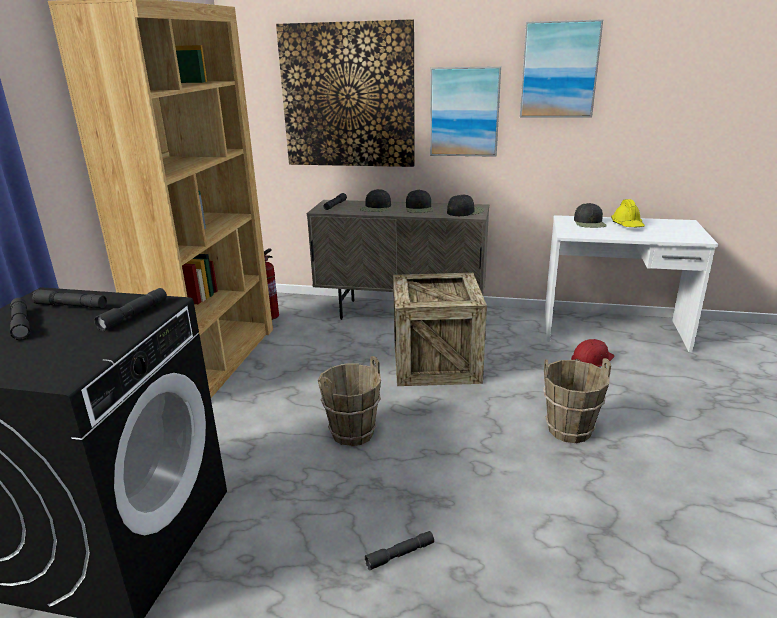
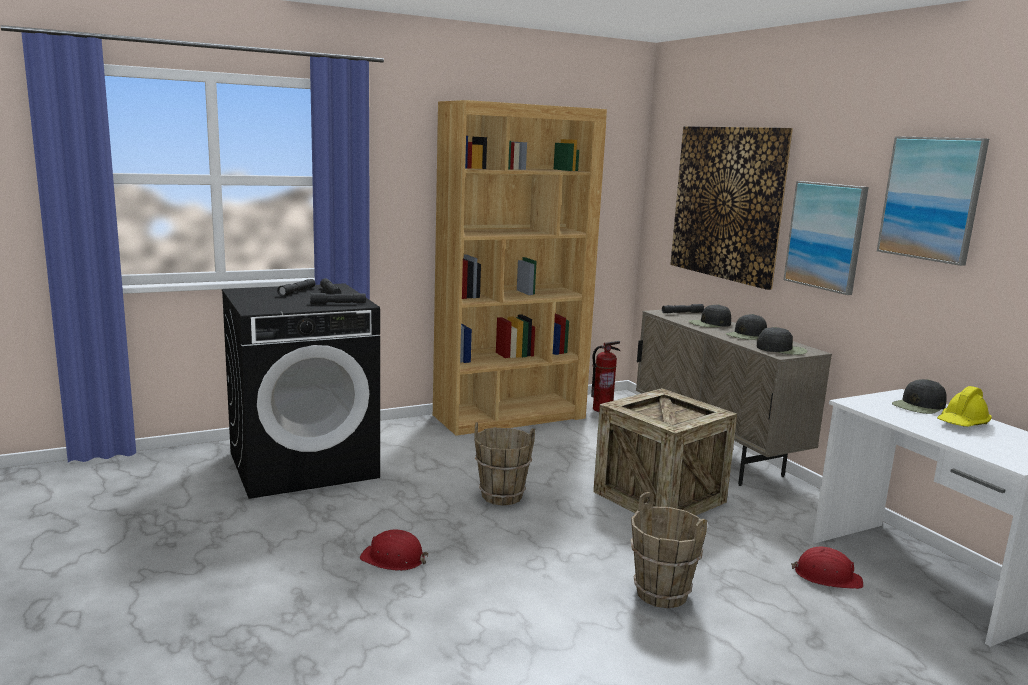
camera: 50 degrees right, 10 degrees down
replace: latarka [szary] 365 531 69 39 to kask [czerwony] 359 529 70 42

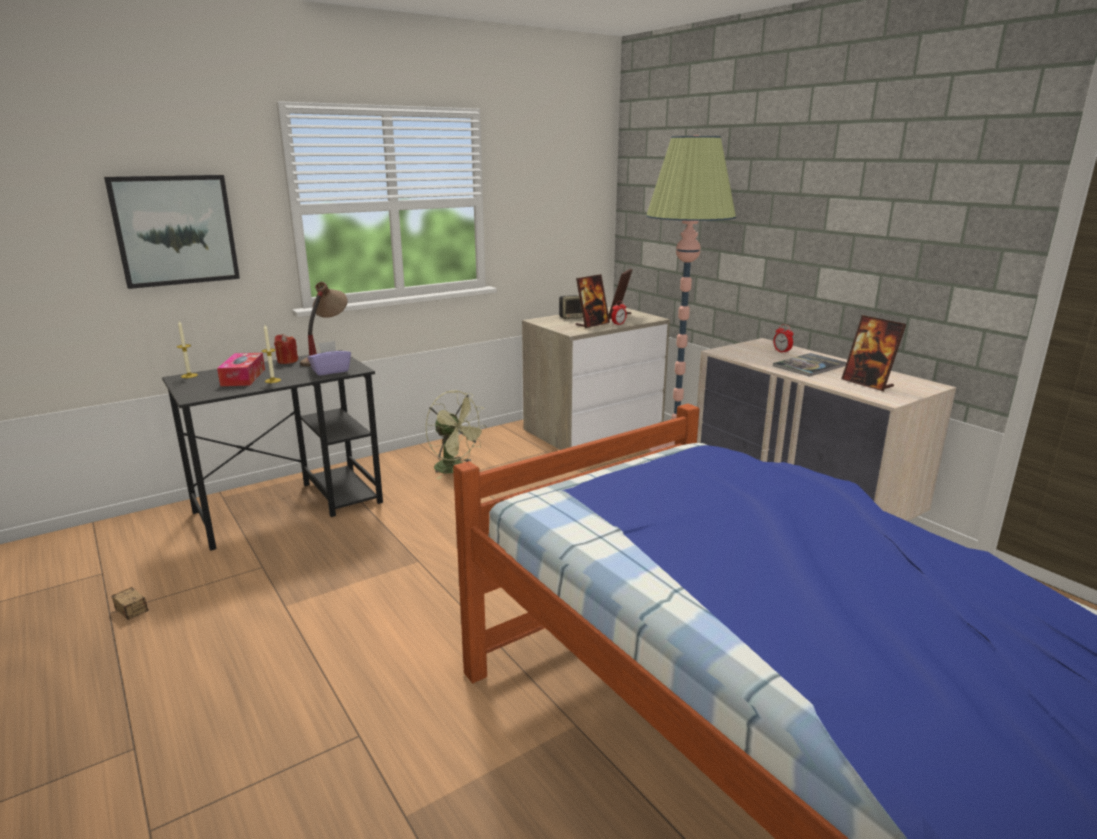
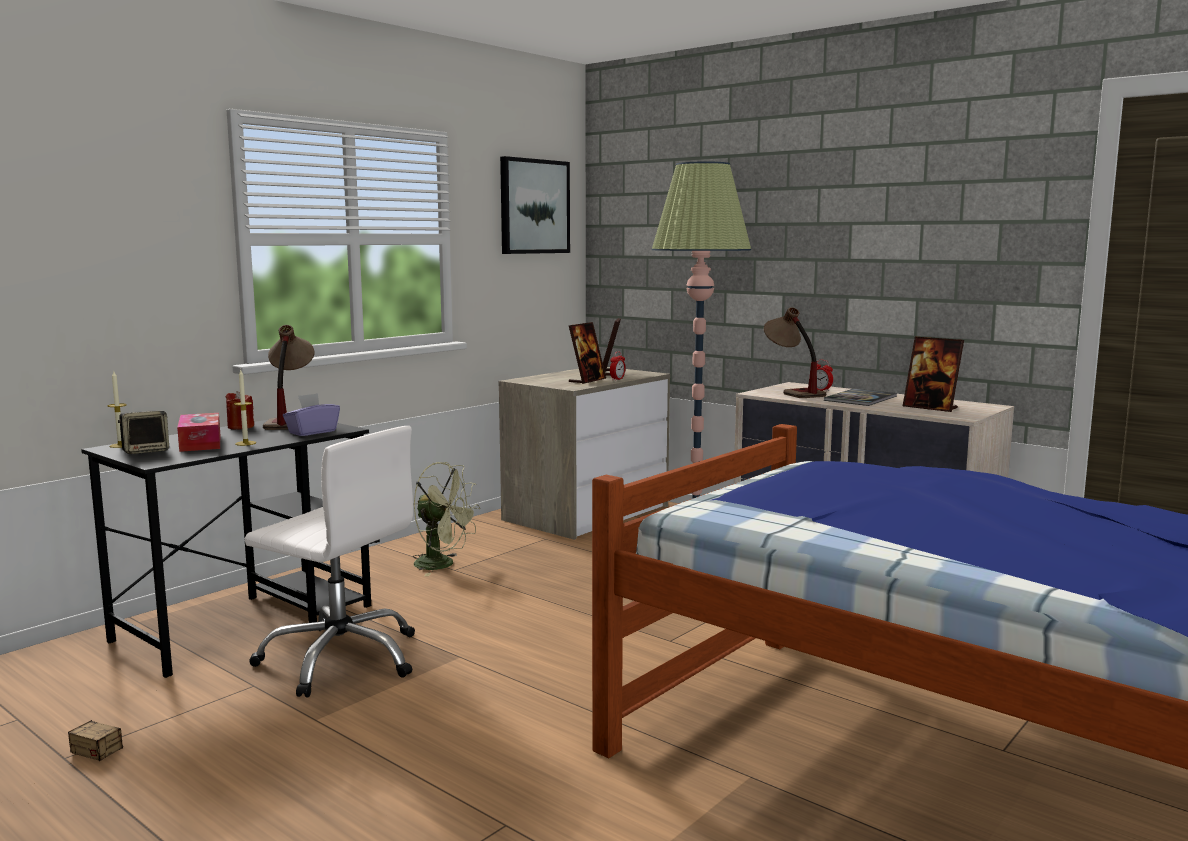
camera: 15 degrees left, 10 degrees down
insert: lampa stołowa 764 307 62 91; krzesło biurowe [biały] 245 426 170 271
move: obraz 104 175 136 114 to 500 156 70 98; głośnik 559 295 24 24 to 118 410 51 44

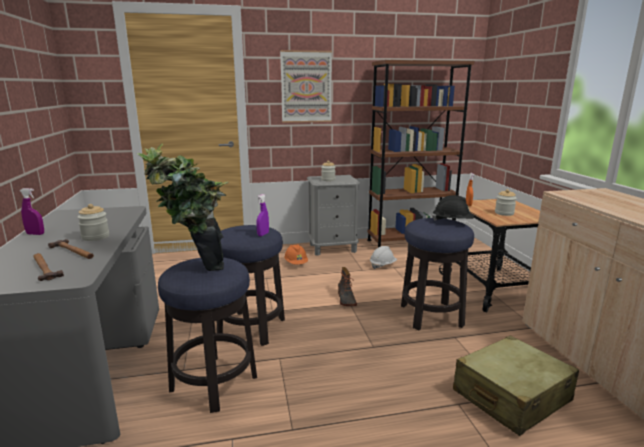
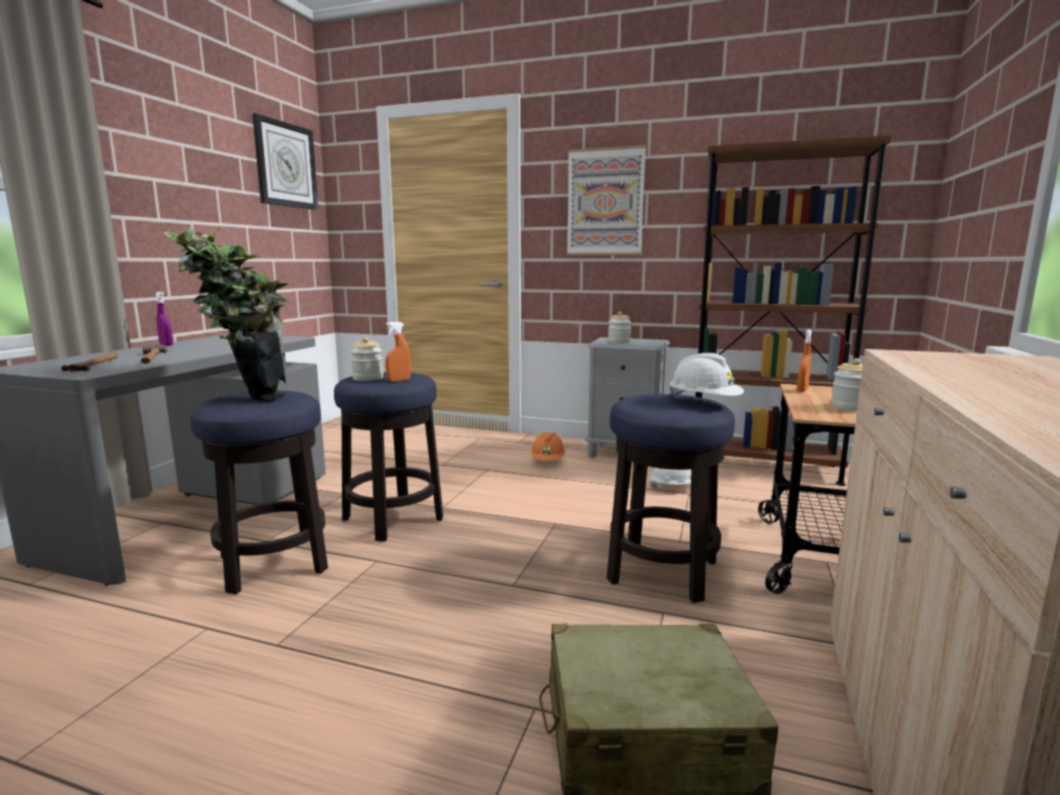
camera: 30 degrees right, 5 degrees down
delete: but z cholewką 338 267 19 39
insert: zegar ścienny 252 113 67 97
move: słoik 78 204 31 37 to 350 337 34 44
recolor: spryskiwacz [fioletowy] 256 194 13 42 to spryskiwacz [pomarańczowy] 385 322 26 60; kask [czarny] 432 195 42 26 to kask [biały] 670 353 74 45

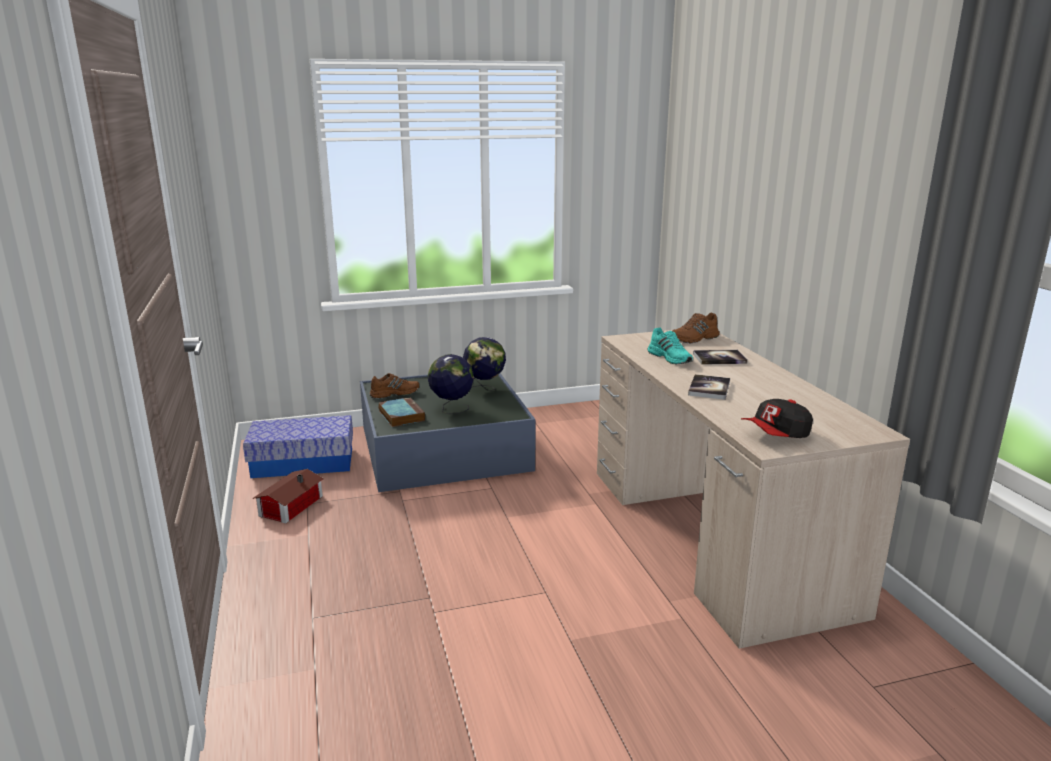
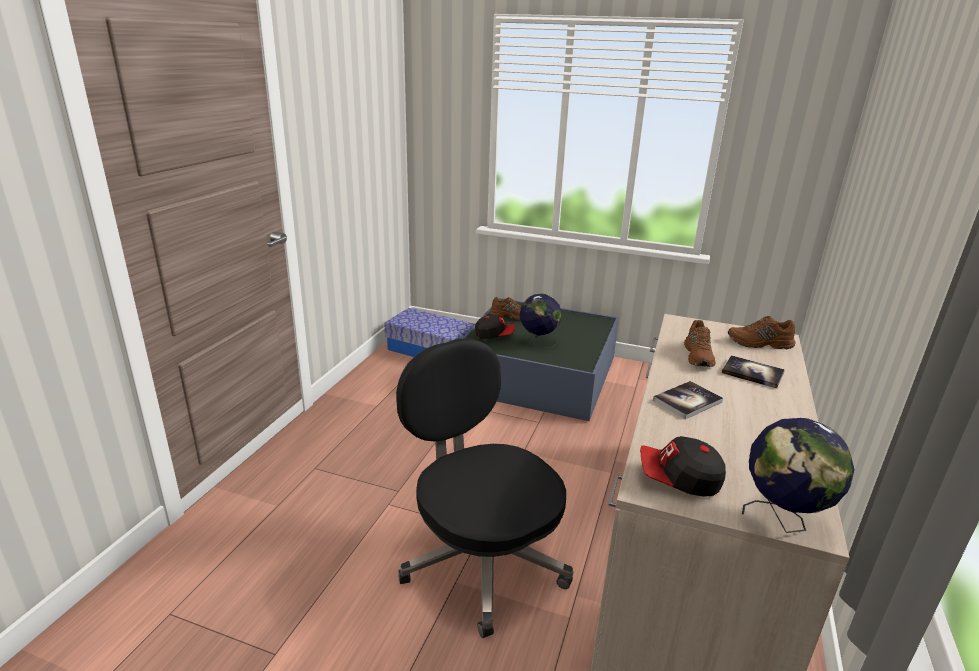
camera: 35 degrees right, 5 degrees up
delete: domek 253 469 71 54
insert: krzesło biurowe [czarny] 396 338 177 300
move: globus 463 337 43 54 to 742 418 113 115
replace: książka 378 397 47 30 to czapka z daszkiem 475 315 41 24
recolor: but [turkusowy] 647 327 46 37 to but [brązowy] 684 320 31 47

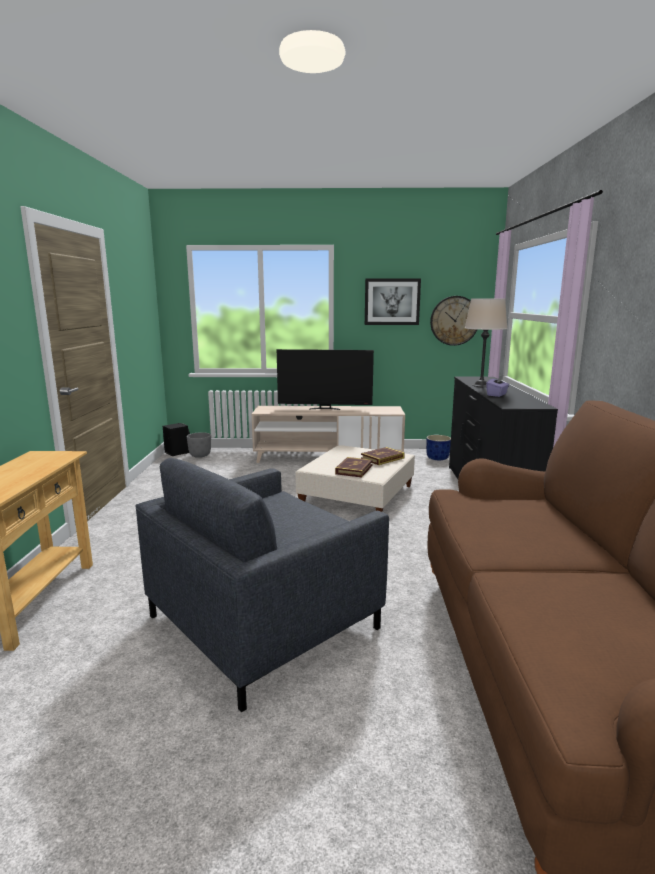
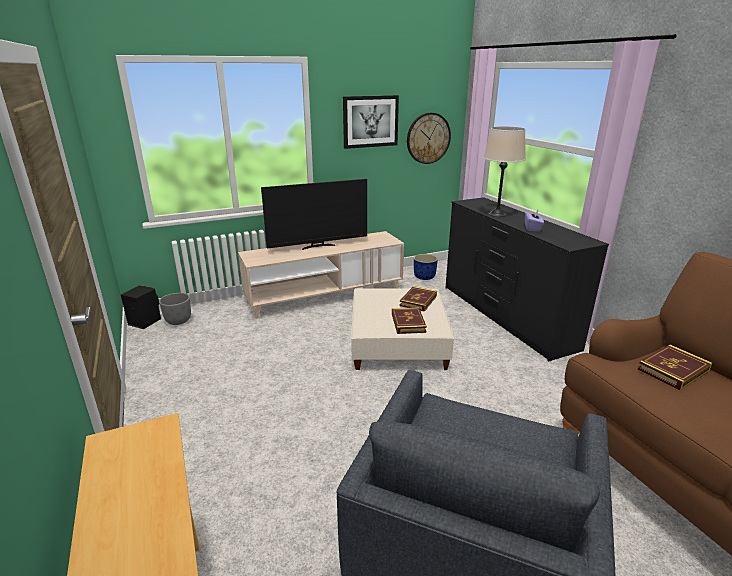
camera: 25 degrees left, 10 degrees up
insert: książka 637 345 75 46

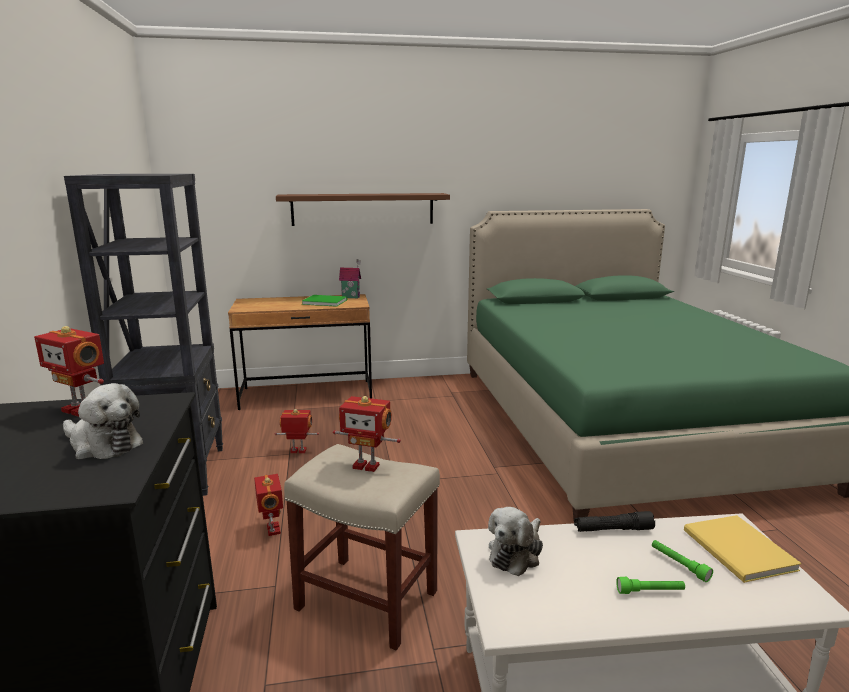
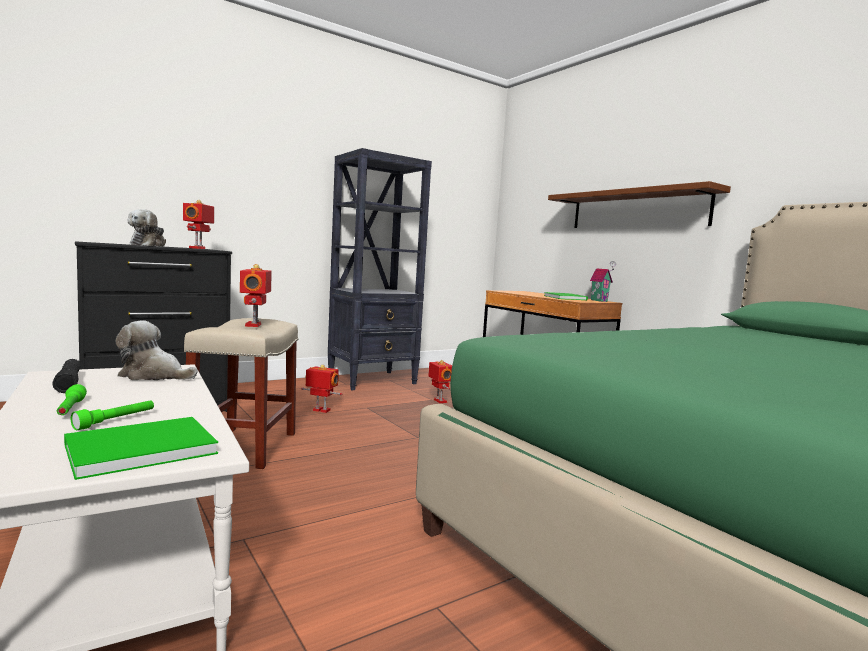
camera: 65 degrees right, 10 degrees down
move: latarka [czarny] 574 511 81 21 to 52 359 29 34
recolor: książka [żółty] 684 515 118 68 to książka [zielony] 64 417 154 63
rotate: robot zabawkowy 254 474 29 62 = 301 365 41 48 120 degrees counterclockwise

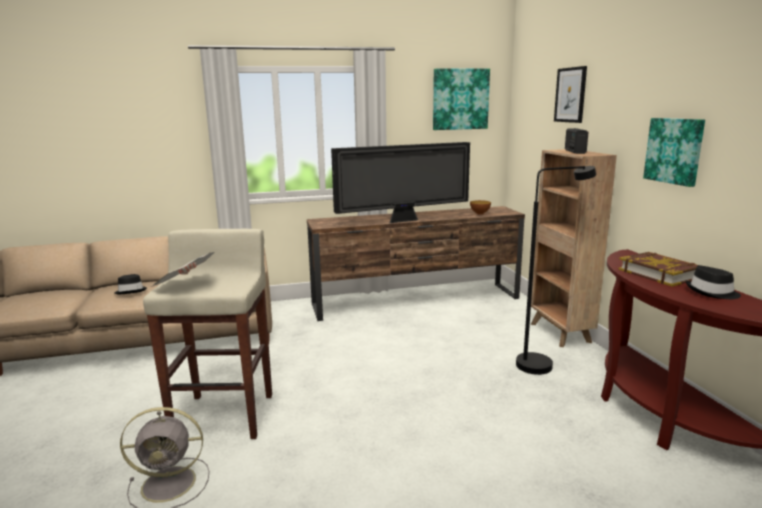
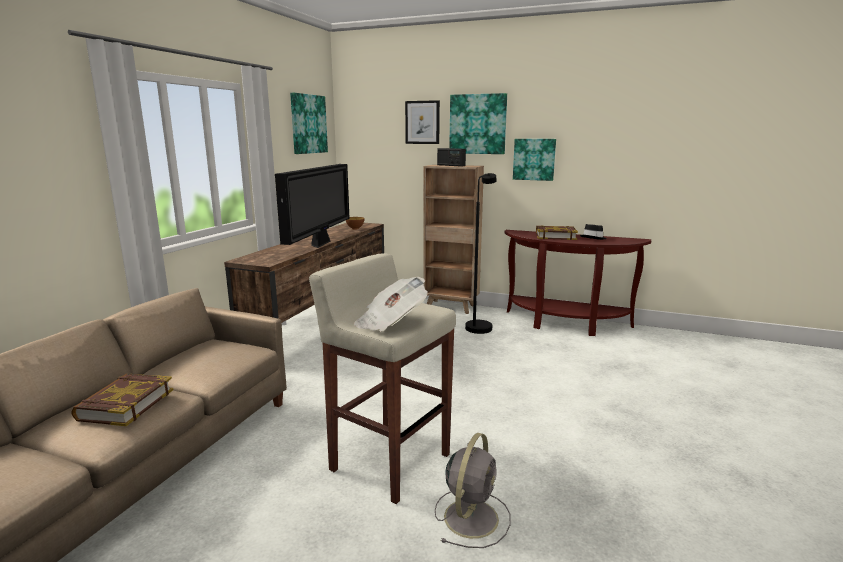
camera: 55 degrees left, 0 degrees up
insert: obraz 449 93 58 61
replace: kapelusz [czarny] 115 274 32 20 to książka 71 373 103 53

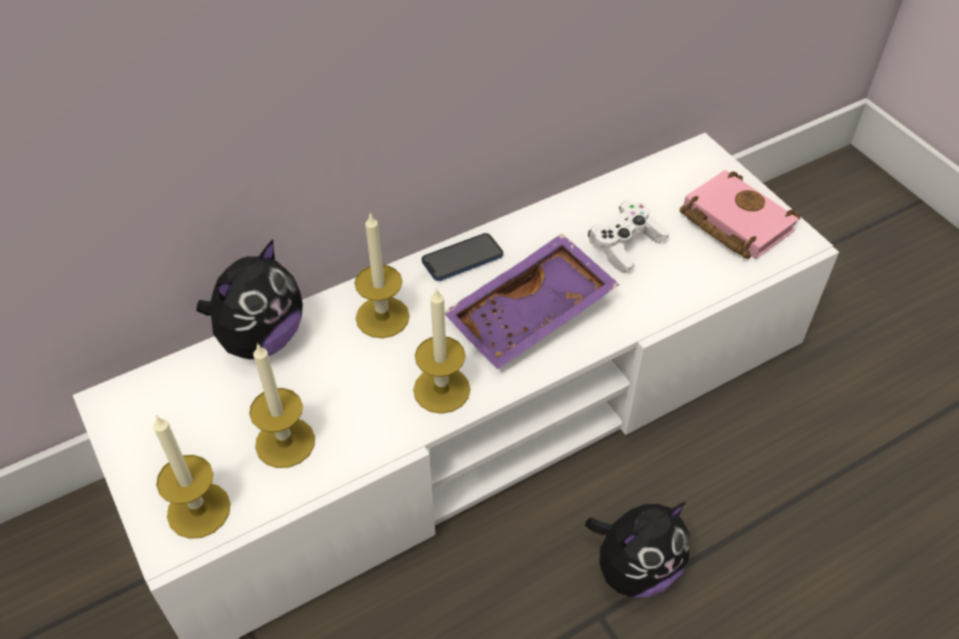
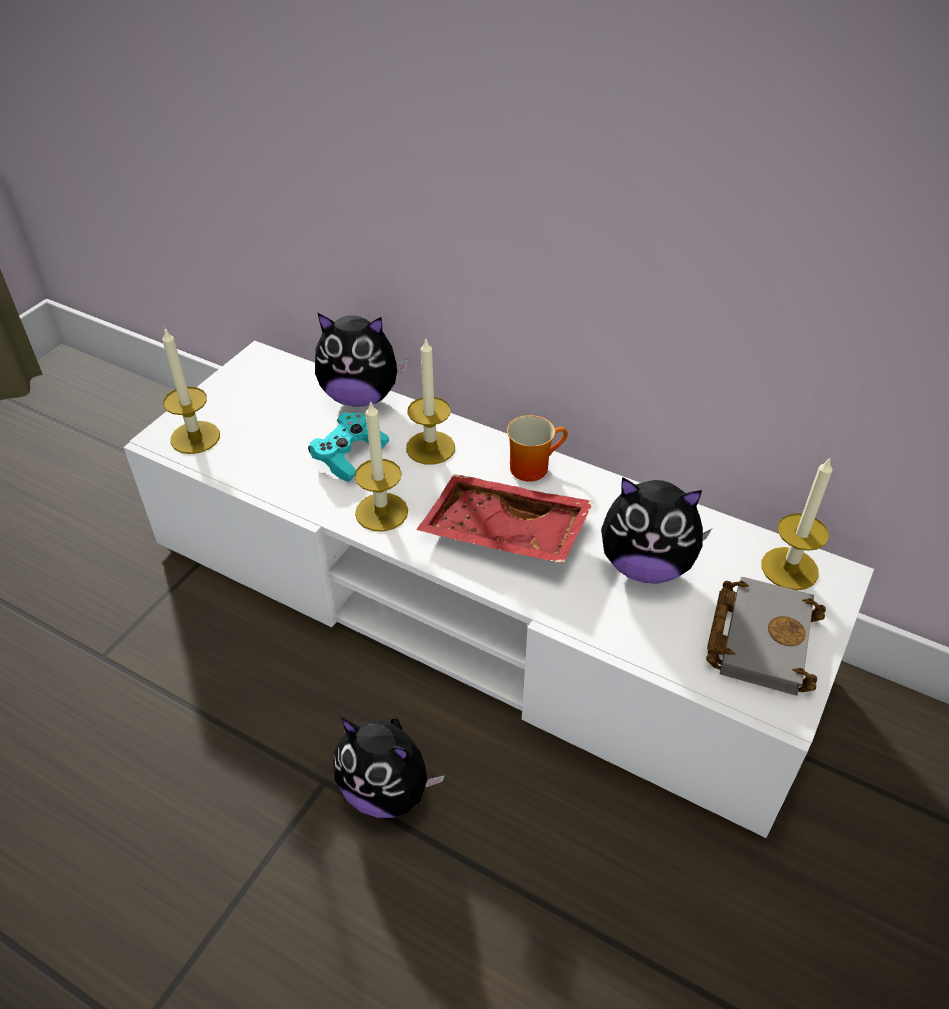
camera: 60 degrees right, 5 degrees down
insert: pad do gier [turkusowy] 308 412 81 70
move: świeca 249 343 66 125 to 761 457 71 133
replace: pad do gier [biały] 588 200 81 73 to pluszak 601 477 111 106; telefon 422 233 81 48 to kubek 507 415 61 67
recolor: książka [różowy] 679 170 122 89 to książka [szary] 706 577 120 119; taca [fioletowy] 445 233 175 136 to taca [czerwony] 416 474 178 90

